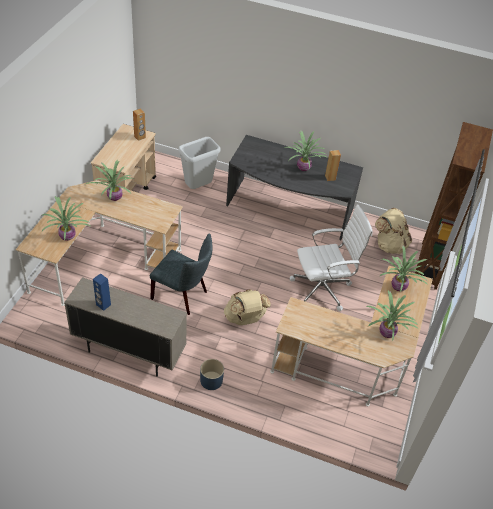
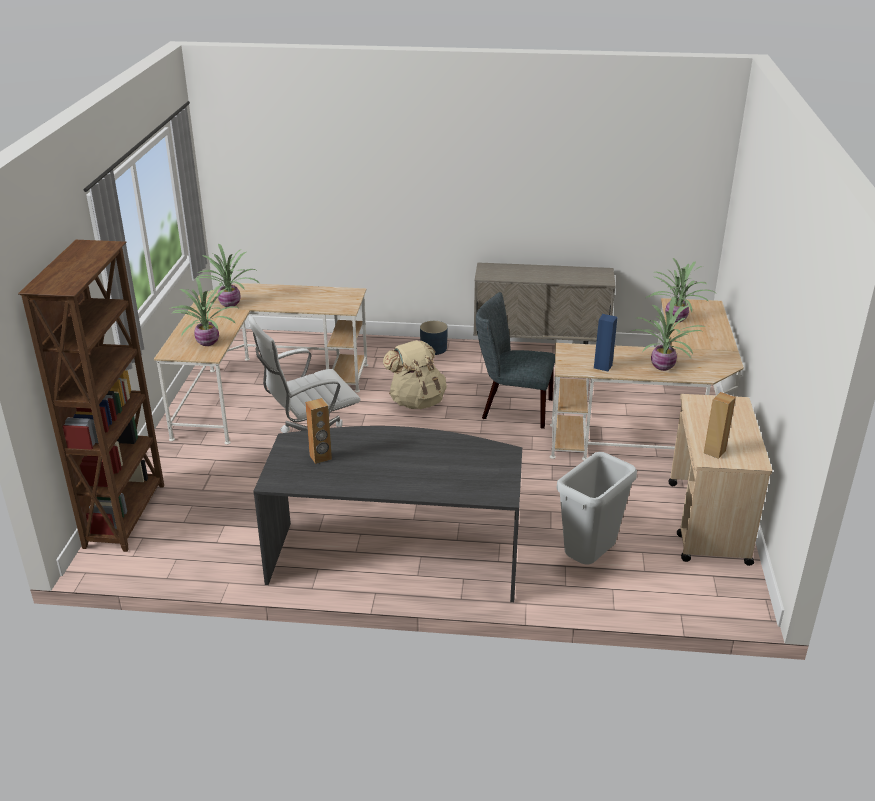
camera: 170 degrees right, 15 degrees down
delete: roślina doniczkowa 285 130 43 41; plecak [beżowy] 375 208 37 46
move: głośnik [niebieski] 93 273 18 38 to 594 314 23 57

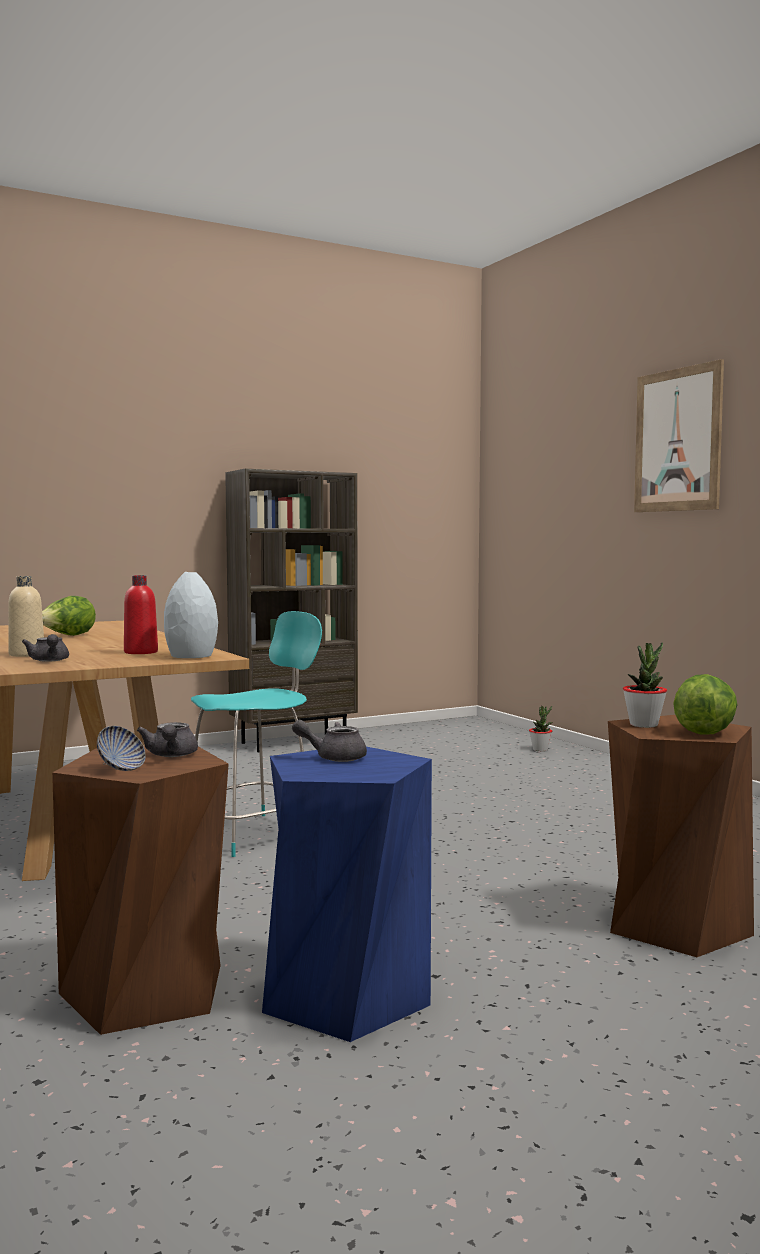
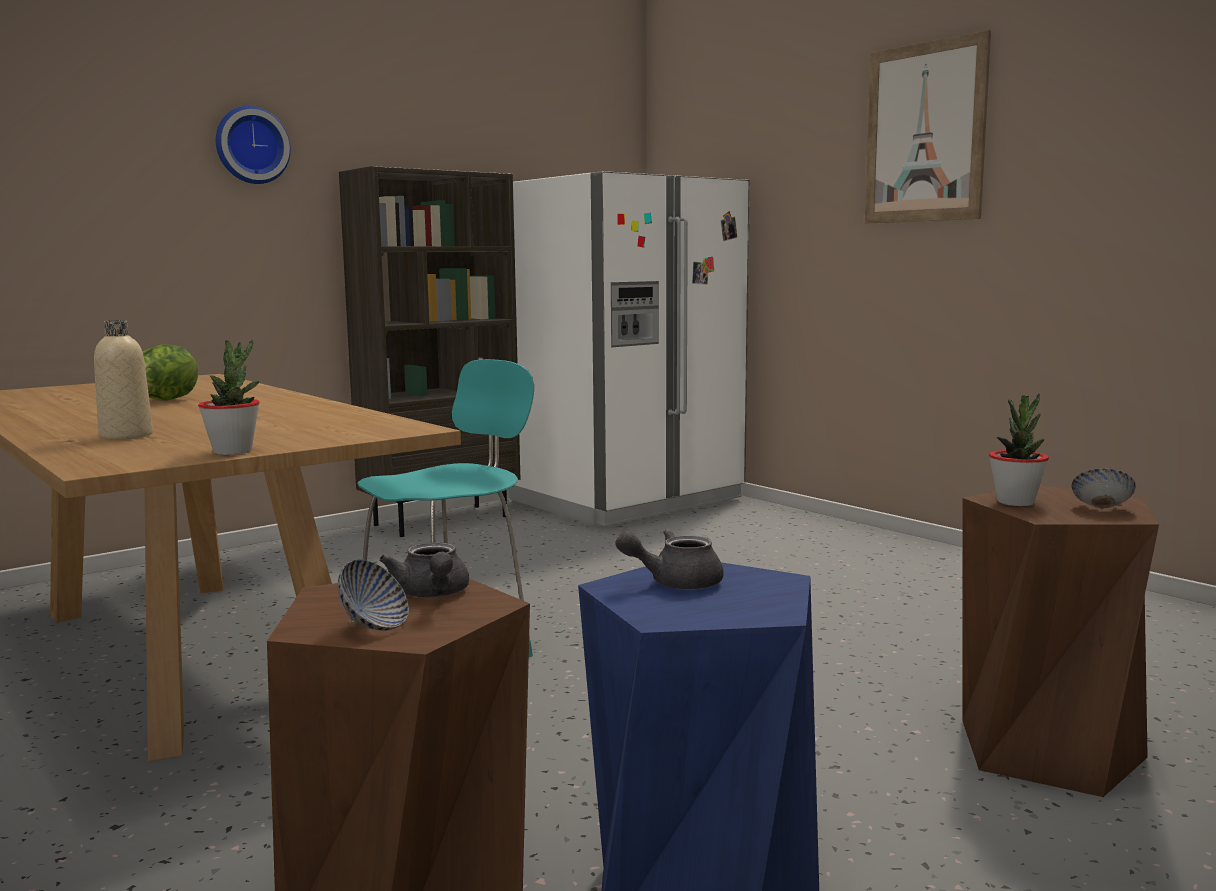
camera: 10 degrees left, 5 degrees up
delete: wazon [szary] 164 572 54 86; butelka [czerwony] 124 575 34 79; imbryk [szary] 22 634 47 27
insert: zegar ścienny 216 106 75 78; lodówka [biały] 509 171 241 355
move: roślina doniczkowa 529 706 23 45 to 198 340 62 115
replace: sałata 673 674 64 61 to miska 1071 468 65 40

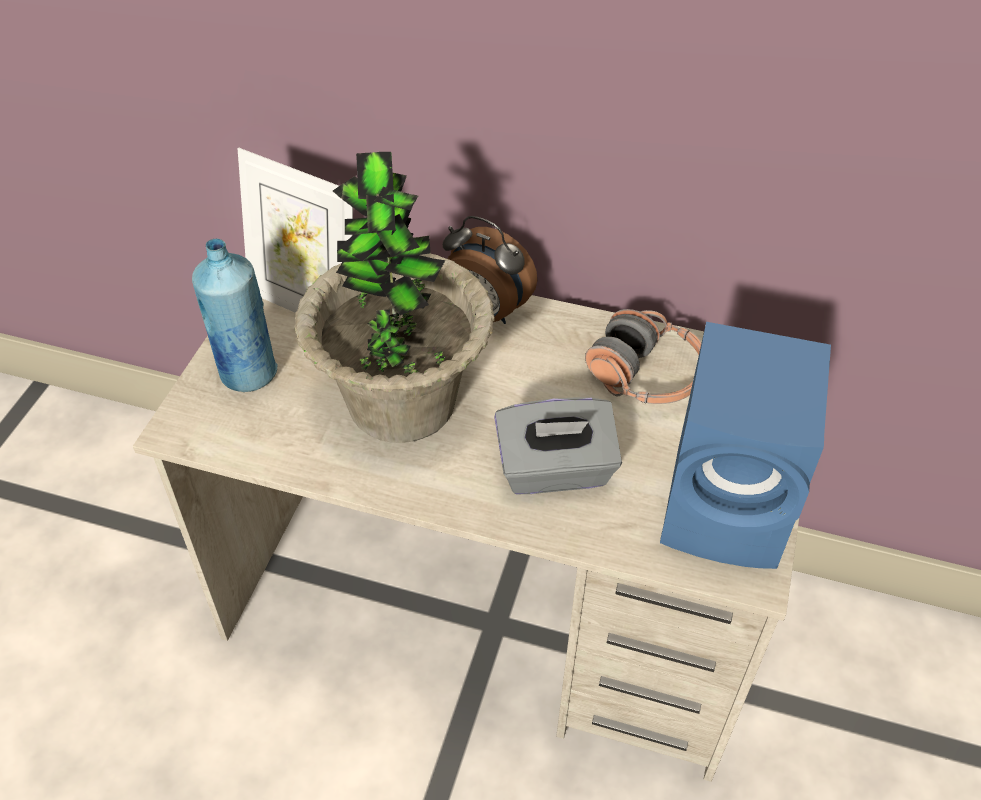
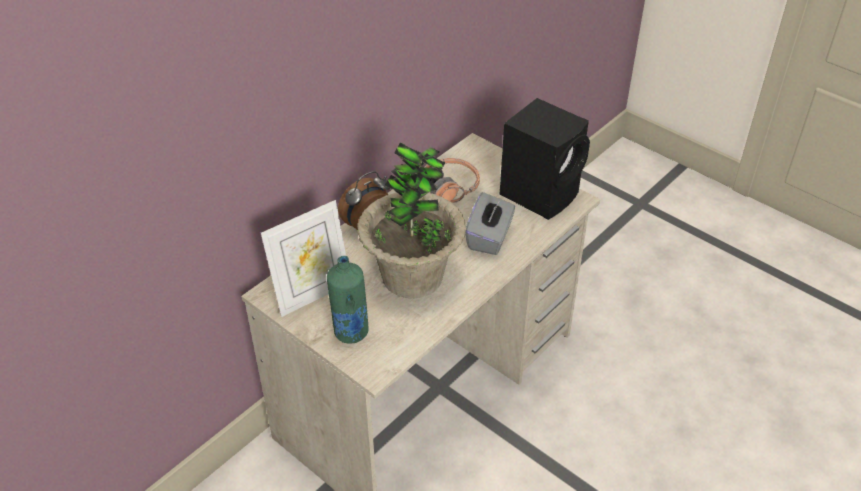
camera: 65 degrees left, 5 degrees down
recolor: butelka [niebieski] 192 239 86 153 to butelka [zielony] 327 256 42 88; głośnik [niebieski] 660 322 171 247 to głośnik [czarny] 500 98 90 122

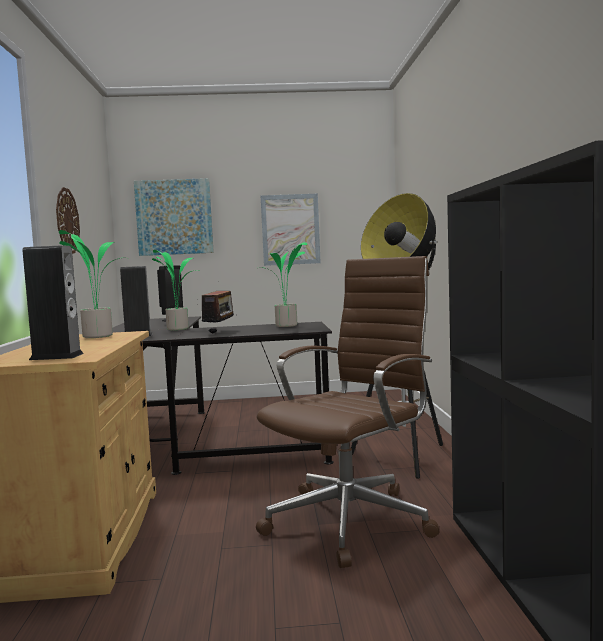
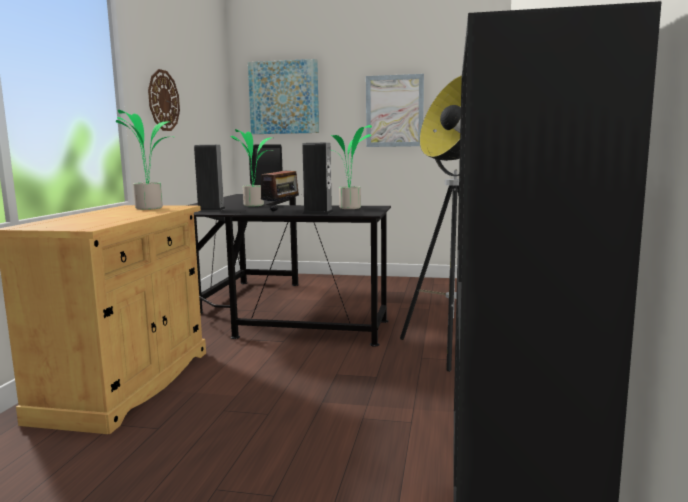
camera: 15 degrees right, 5 degrees up
delete: krzesło biurowe [brązowy] 256 256 183 312
move: głośnik 22 245 62 115 to 302 143 31 71

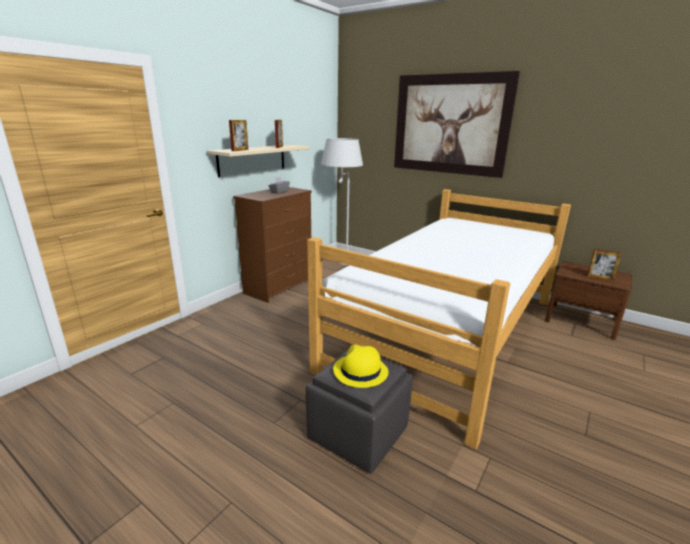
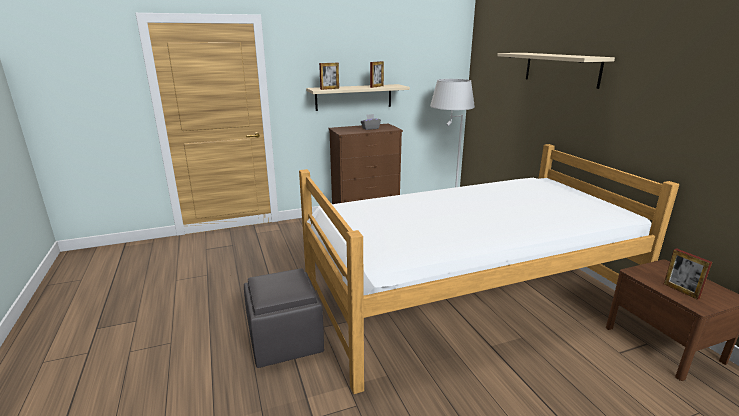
camera: 35 degrees right, 0 degrees up
delete: kapelusz [żółty] 333 345 56 43
replace: obraz 394 71 126 107 to półka [beżowy] 497 53 118 36

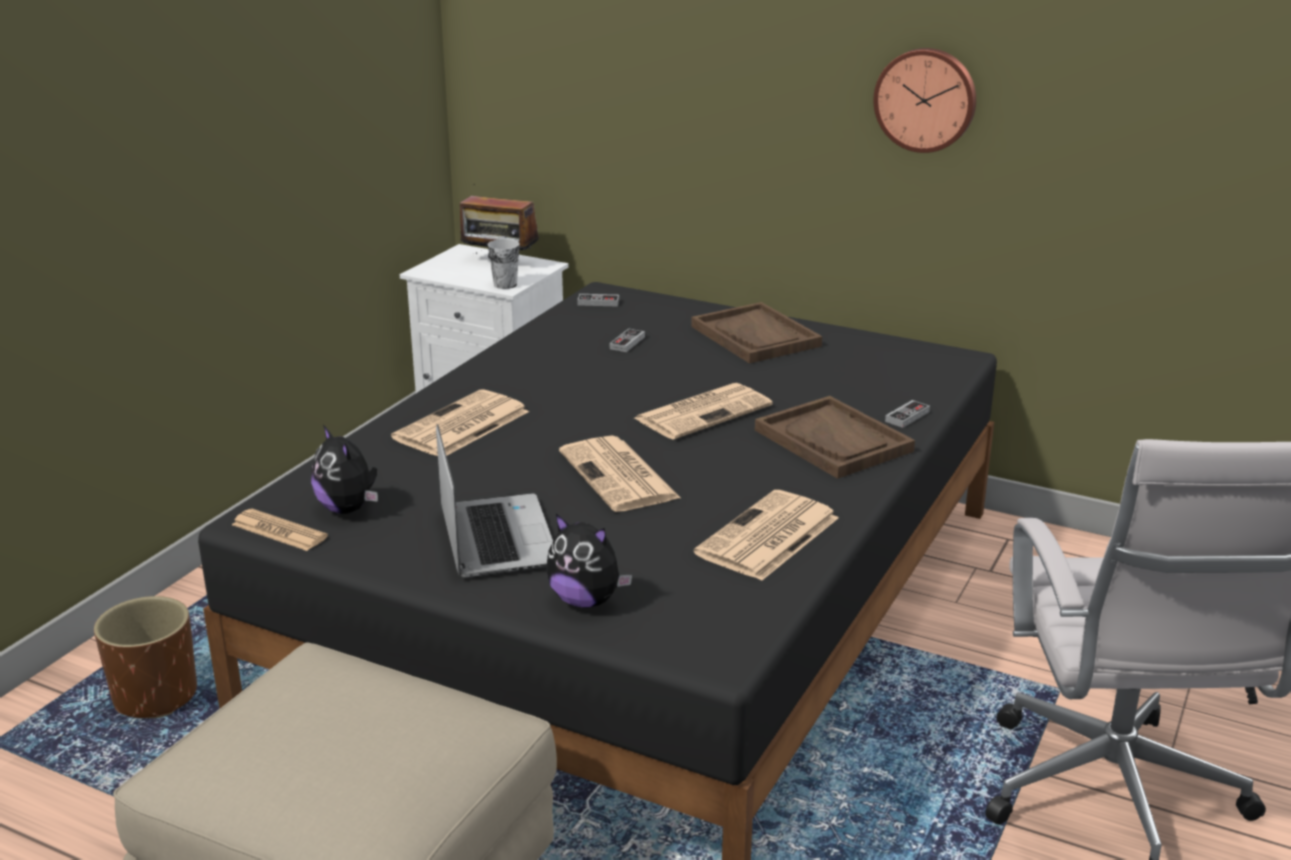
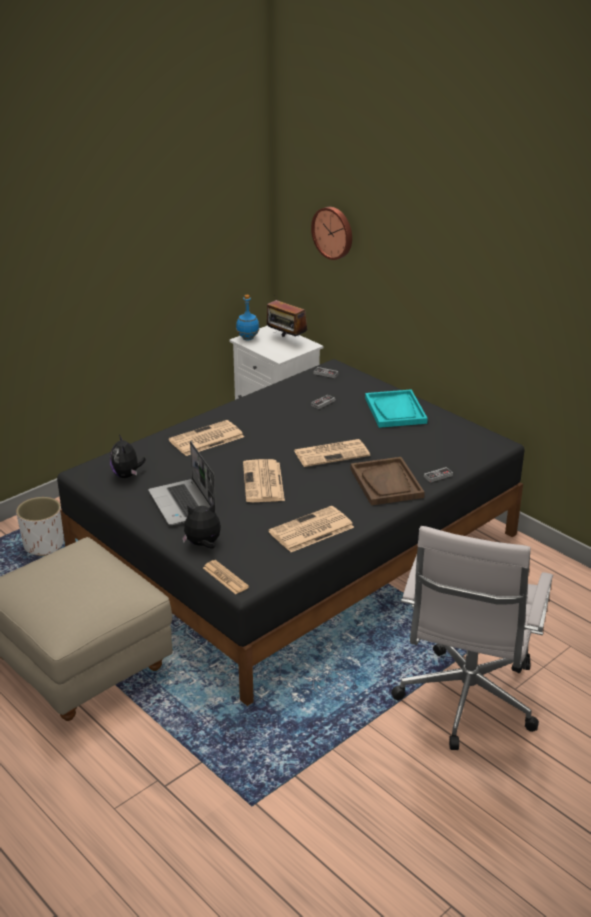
camera: 20 degrees right, 5 degrees up
delete: filiżanka 488 239 32 50
insert: butelka [niebieski] 236 295 24 46
move: zegar ścienny 873 48 103 105 to 311 207 41 53; gazeta 232 509 96 42 to 203 560 46 34
recolor: taca [brązowy] 691 302 131 61 to taca [turkusowy] 365 389 63 39; donica [brązowy] 94 596 103 122 to donica [biały] 16 497 48 59
rotate: laptop 436 424 117 154 = 148 441 68 84 150 degrees clockwise; pluszak 546 514 87 94 = 182 503 39 46 120 degrees clockwise

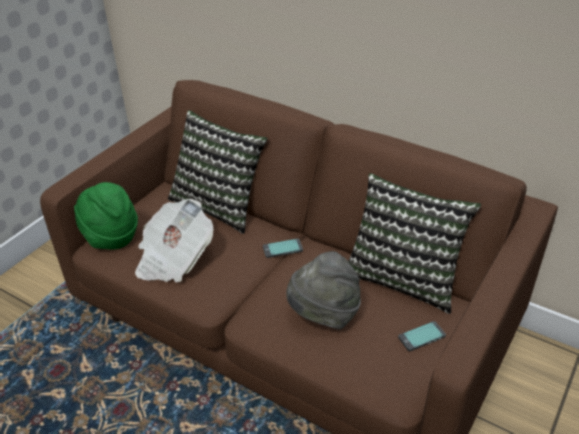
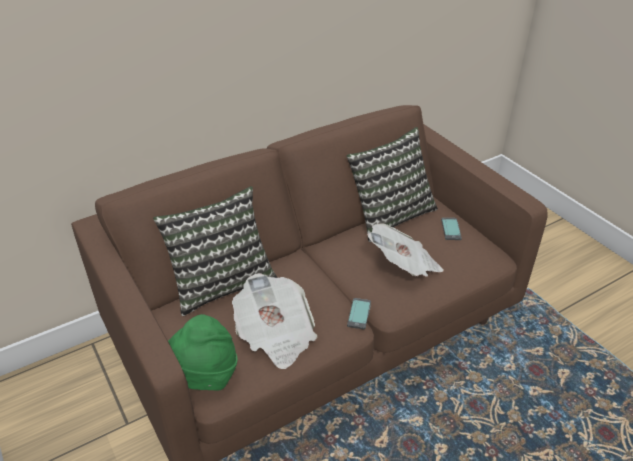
camera: 65 degrees left, 0 degrees up
move: telefon 263 238 40 20 to 347 298 24 31
replace: kapelusz [szary] 286 251 75 78 to gazeta 367 223 76 54

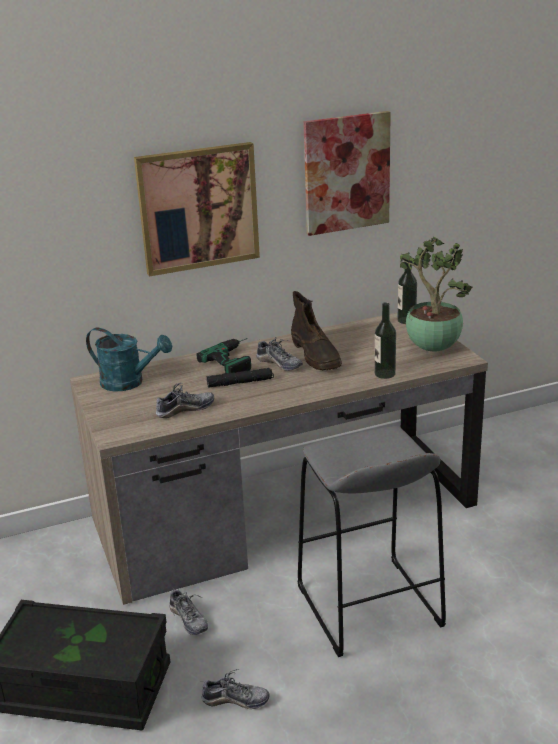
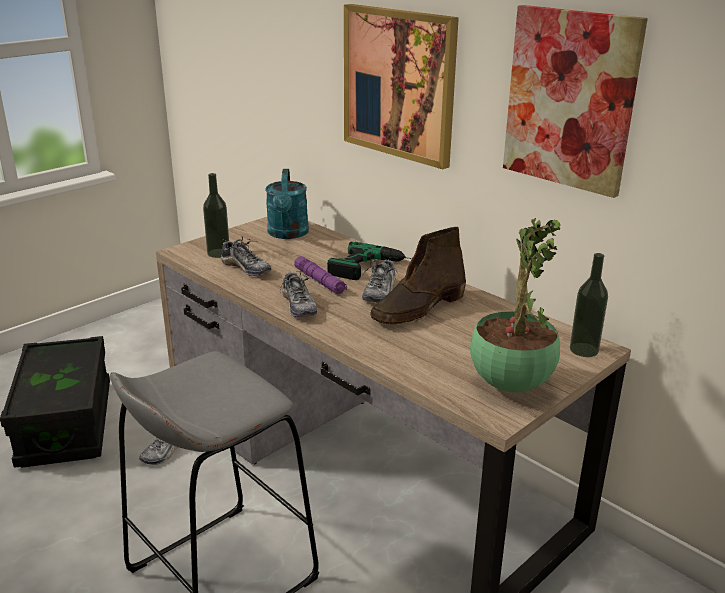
camera: 65 degrees right, 0 degrees up
move: butelka 375 302 21 77 to 203 173 26 85; but 202 669 68 40 to 280 269 37 48
recolor: latarka [czarny] 207 368 67 20 to latarka [fioletowy] 294 256 53 38

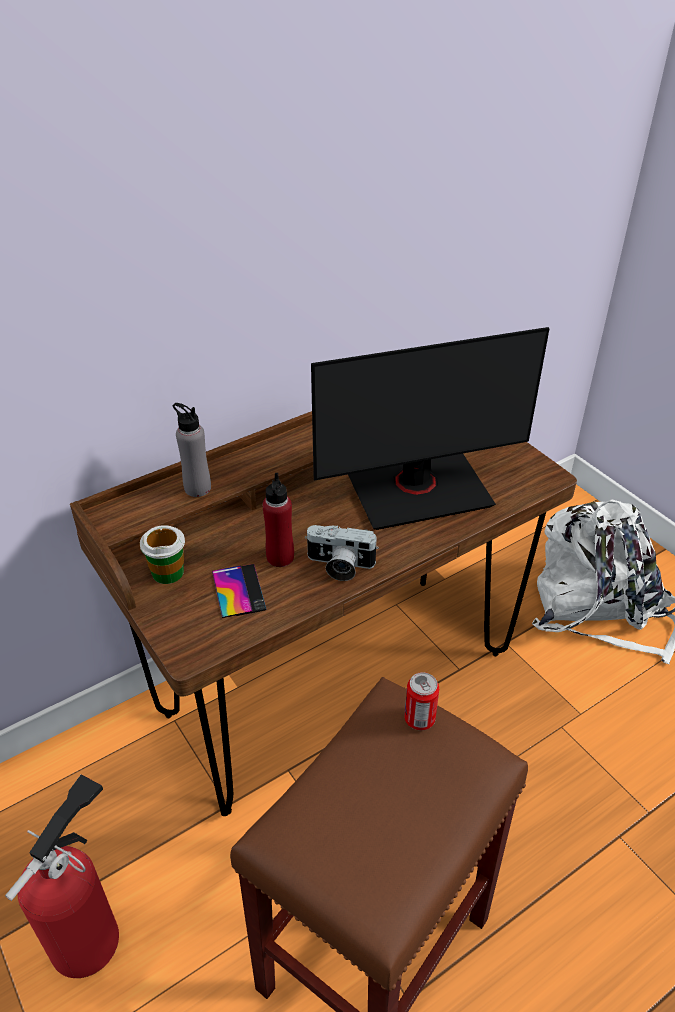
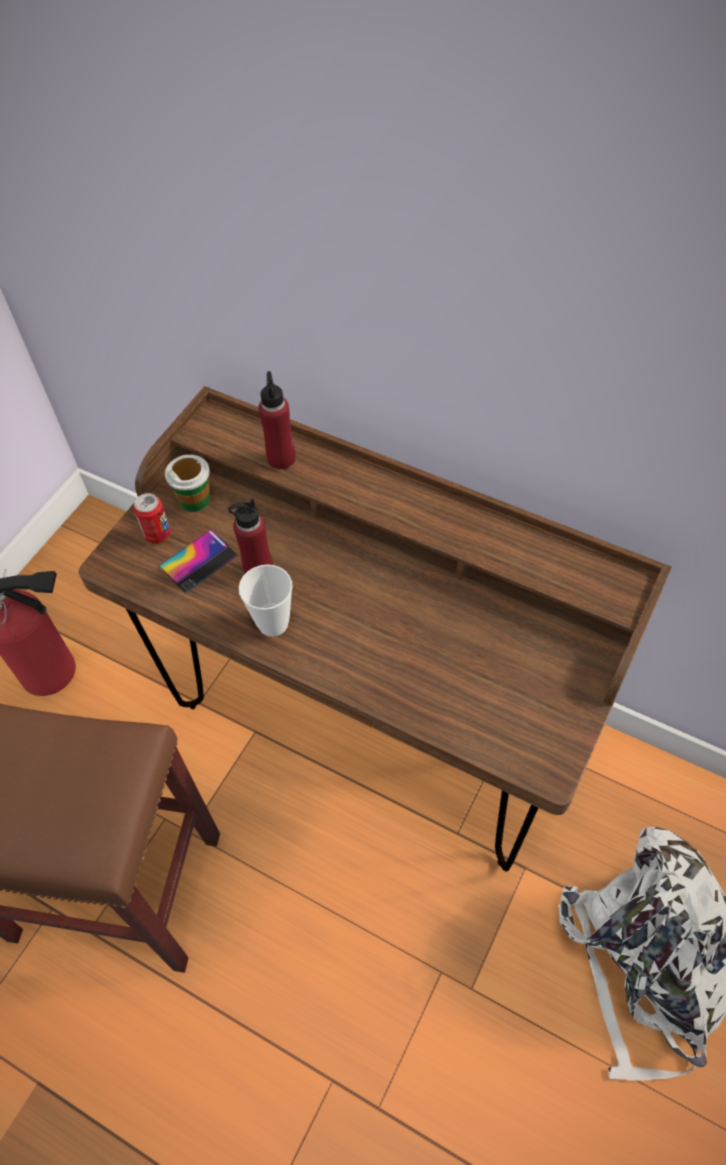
camera: 65 degrees right, 15 degrees up
delete: monitor 311 327 239 203
move: puszka 404 672 35 58 to 134 493 37 50
replace: aparat fotograficzny 305 525 74 56 to filiżanka 239 565 54 72
recolor: butelka [szary] 173 403 38 94 to butelka [czerwony] 258 371 38 99

